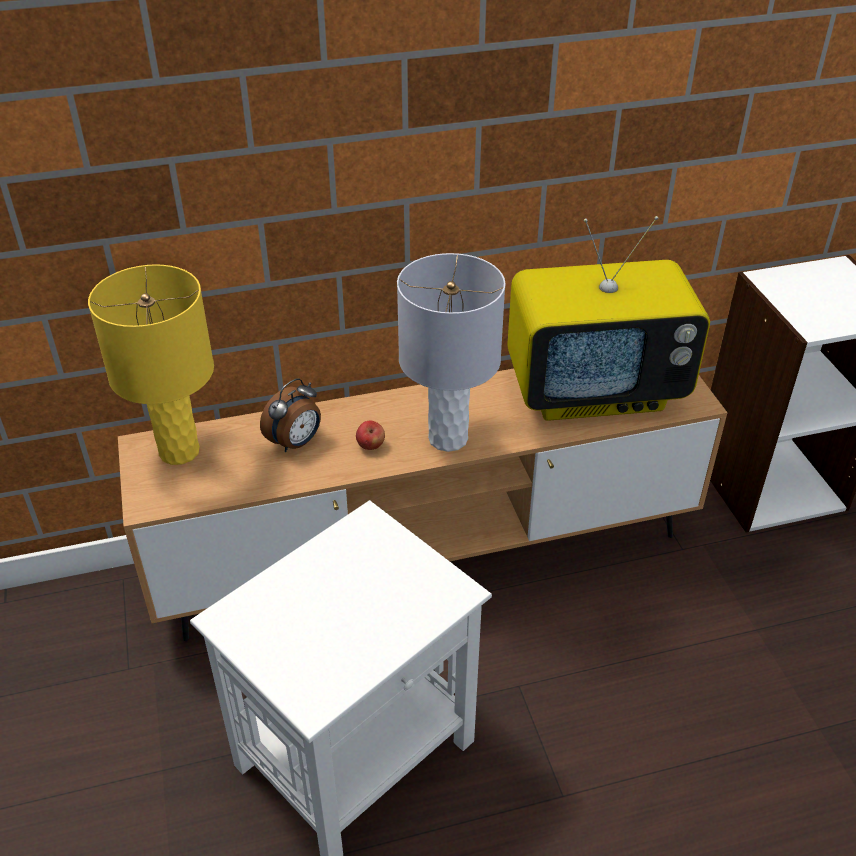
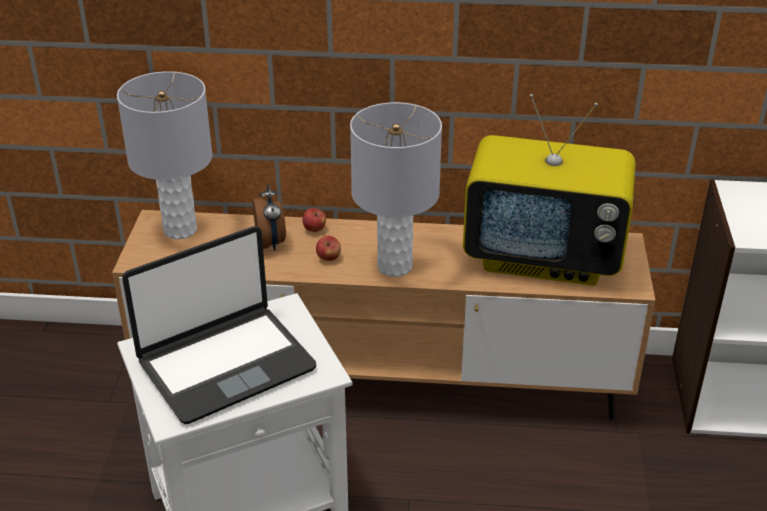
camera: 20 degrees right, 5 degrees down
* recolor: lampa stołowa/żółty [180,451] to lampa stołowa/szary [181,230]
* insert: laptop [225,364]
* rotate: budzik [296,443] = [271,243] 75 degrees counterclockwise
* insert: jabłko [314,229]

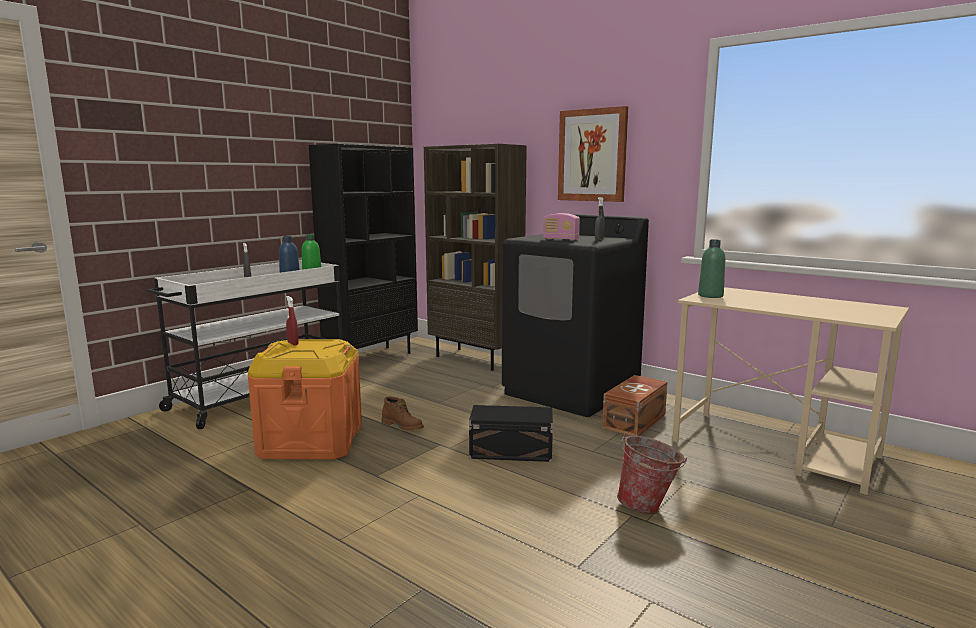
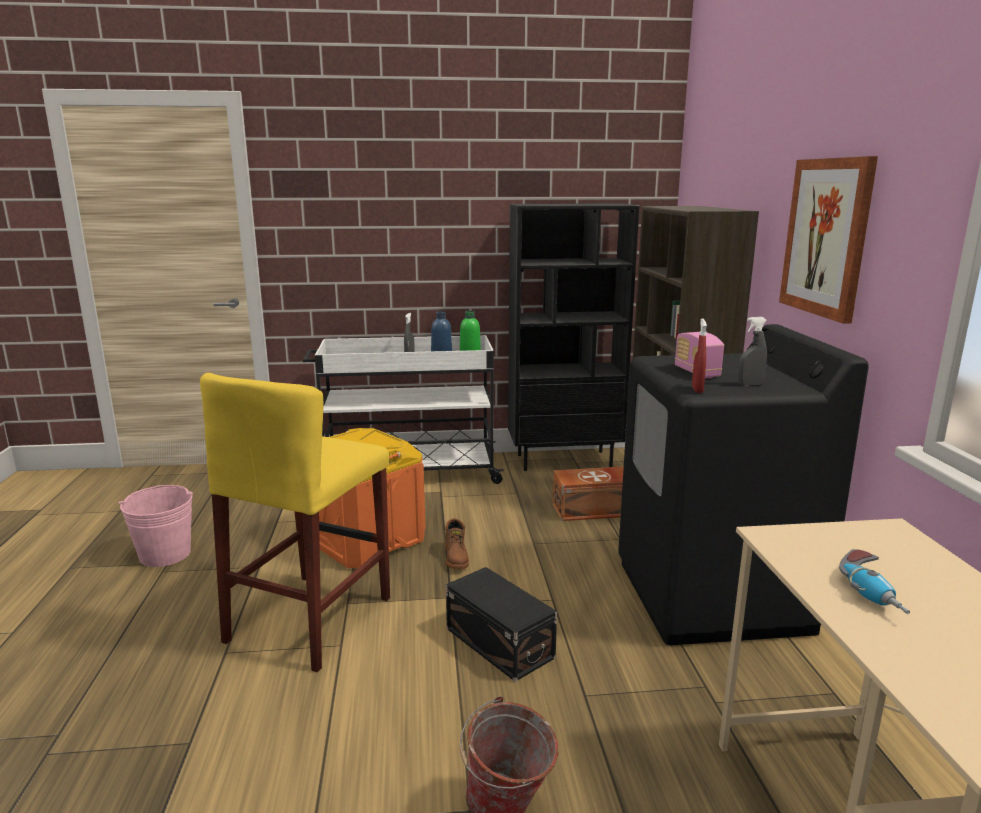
camera: 45 degrees right, 5 degrees up
* insert: wiadro/różowy [165,554]
* insert: stołek/żółty [310,619]
* move: pojemnik do przechowywania/brązowy [636,421] to [594,510]
* move: spryskiwacz/czerwony [293,343] to [697,389]
* insert: wiertarka [874,592]
* delete: butelka/zielony [710,296]

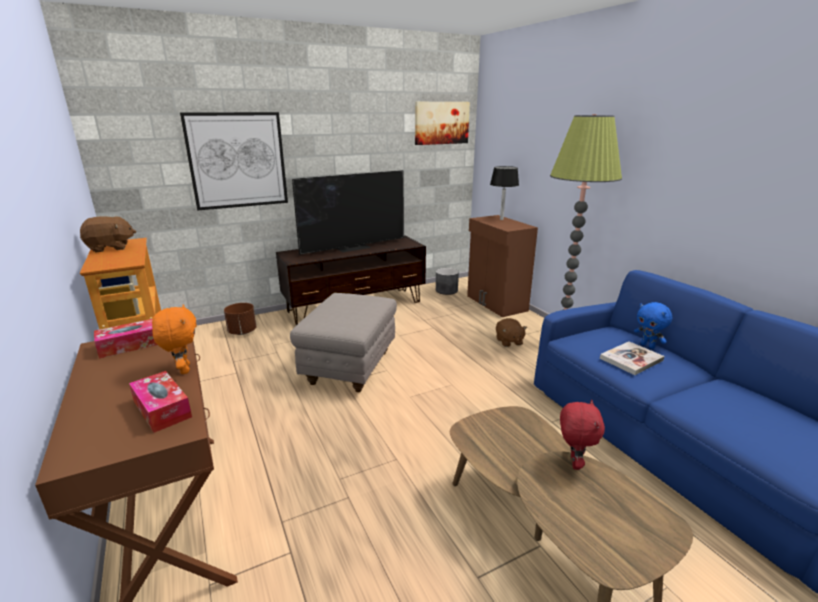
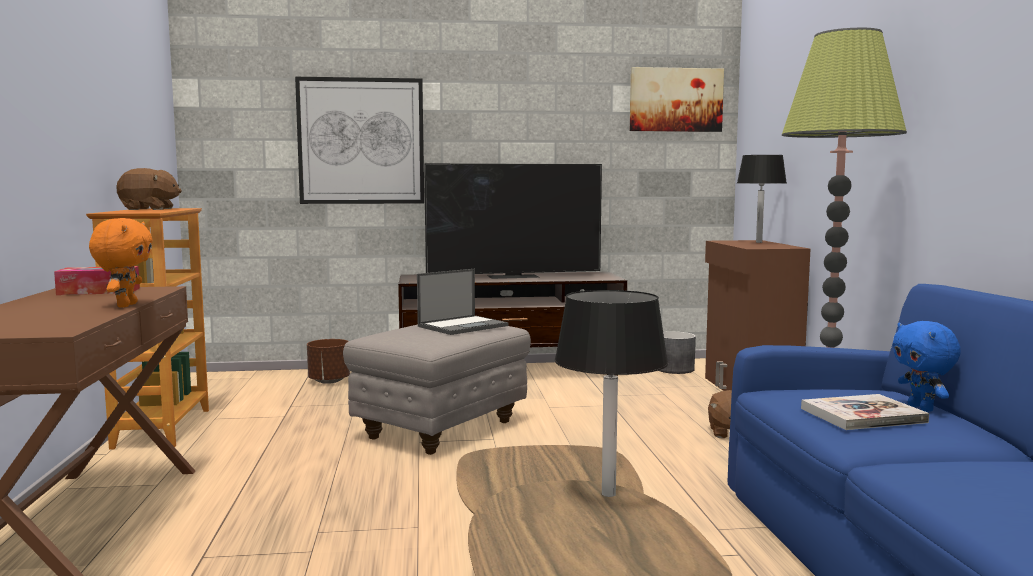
camera: 20 degrees right, 15 degrees down
* insert: laptop [463,326]
* replace: pluszak/czerwony [573,462] to lampa stołowa/czarny [608,494]
* delete: pudełko chusteczek [162,409]

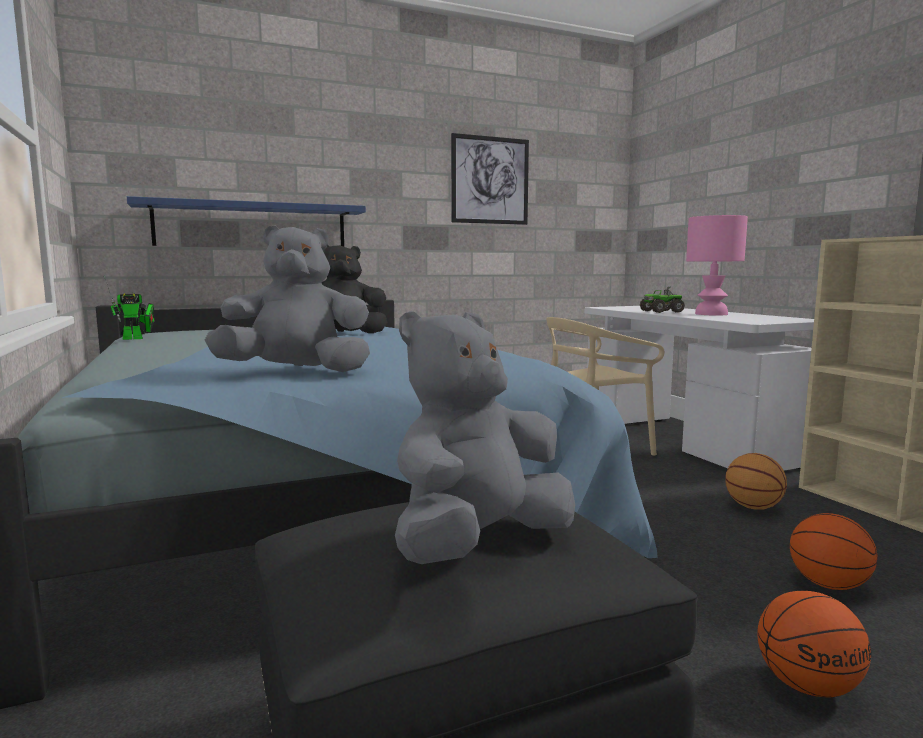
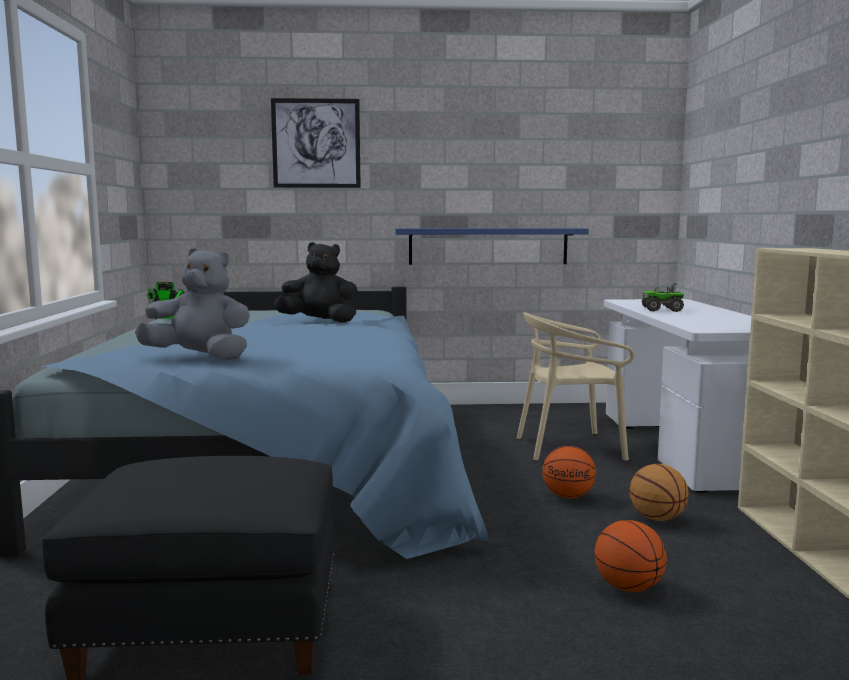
camera: 20 degrees right, 0 degrees up
* move: obraz [490,180] to [316,143]
* move: półka/niebieski [252,226] to [488,246]
* move: piłka do koszykówki [808,686] to [568,496]
* delete: pluszak/szary [478,543]
* delete: lampa stołowa/różowy [711,314]

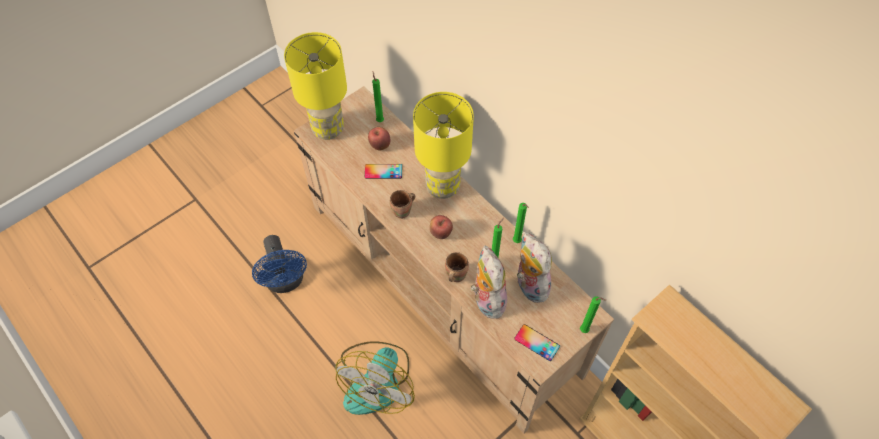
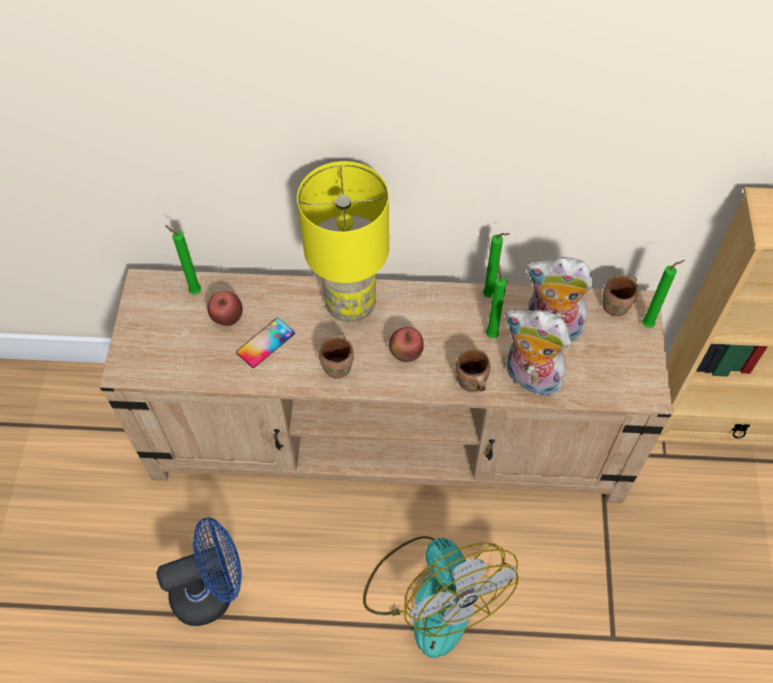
camera: 45 degrees left, 0 degrees up
* rotate: wentylator/niebieski [286,282] = [212,591] 45 degrees counterclockwise
* insert: kubek/brązowy [617,306]
* delete: lampa stołowa/żółty [328,130]
* delete: telefon [537,342]

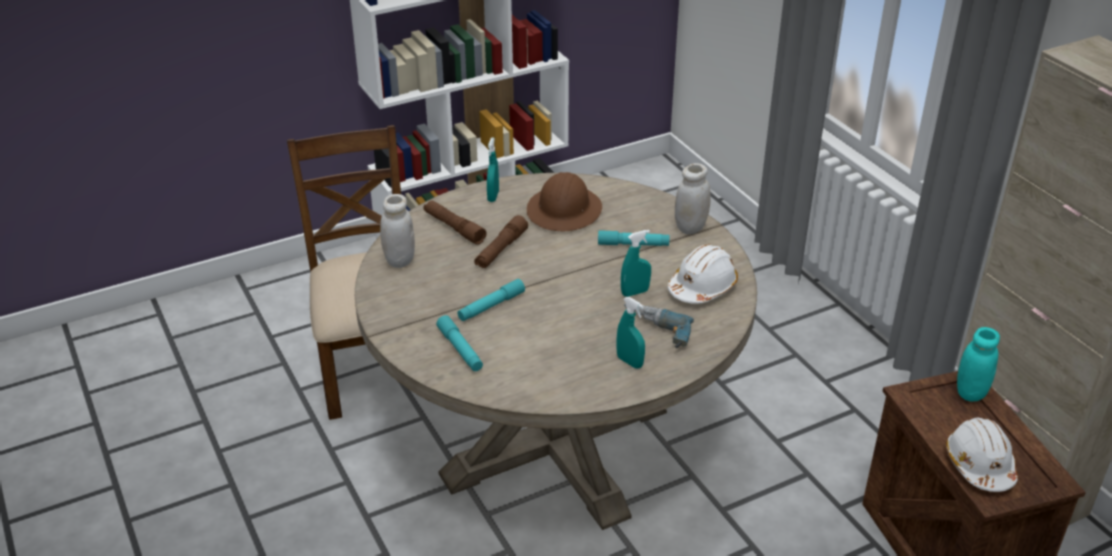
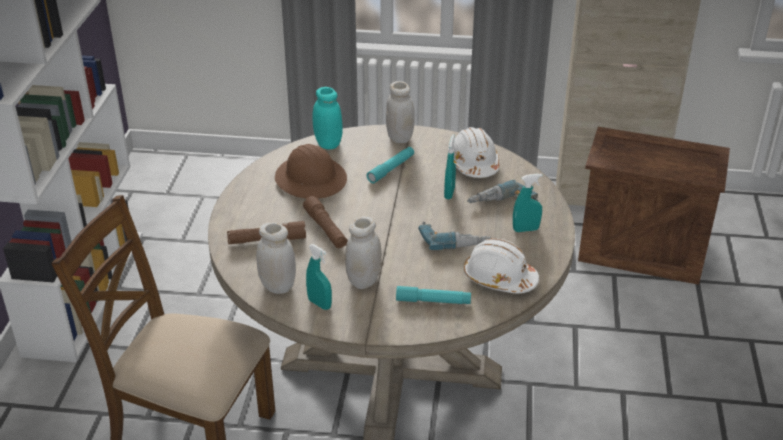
camera: 55 degrees left, 0 degrees up
* move: spryskiwacz/turkusowy [493,196] to [319,304]
* move: słoik/turkusowy [970,392] to [328,144]
* insert: słoik/biały [364,280]
* insert: wiertarka [454,240]
* move: kask/biały [979,465] to [499,278]
* delete: latarka/turkusowy [491,306]

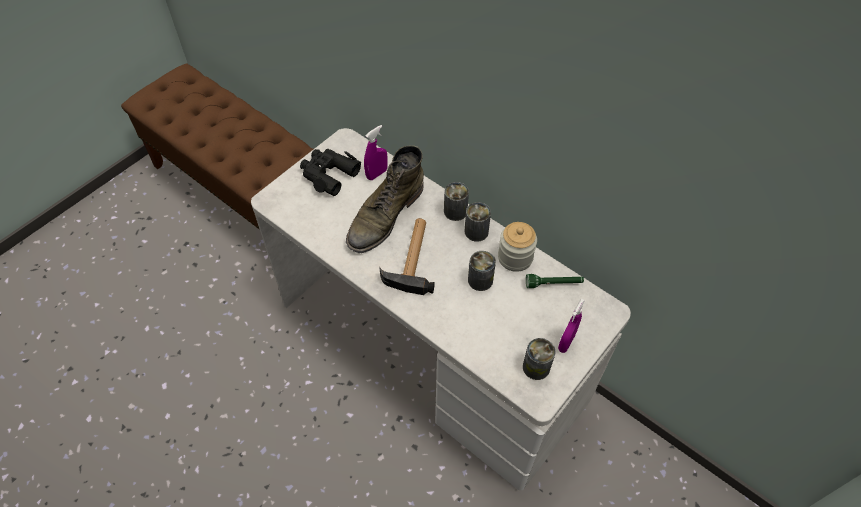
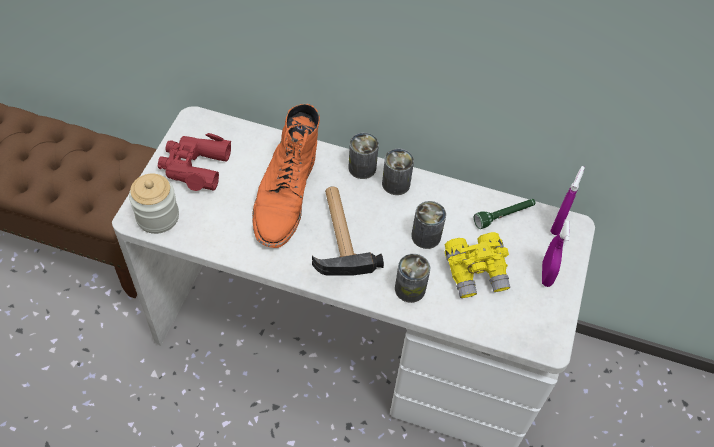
camera: 25 degrees left, 0 degrees up
* move: słoik [515,257] to [158,217]
* recolor: lornetka/czarny [328,174] to lornetka/czerwony [194,166]
* recolor: but z cholewką/zielony [385,216] to but z cholewką/pomarańczowy [285,196]
* move: puszka [536,367] to [410,289]
* insert: lornetka/żółty [476,272]
* move: spryskiwacz/fioletowy [377,174] to [558,224]

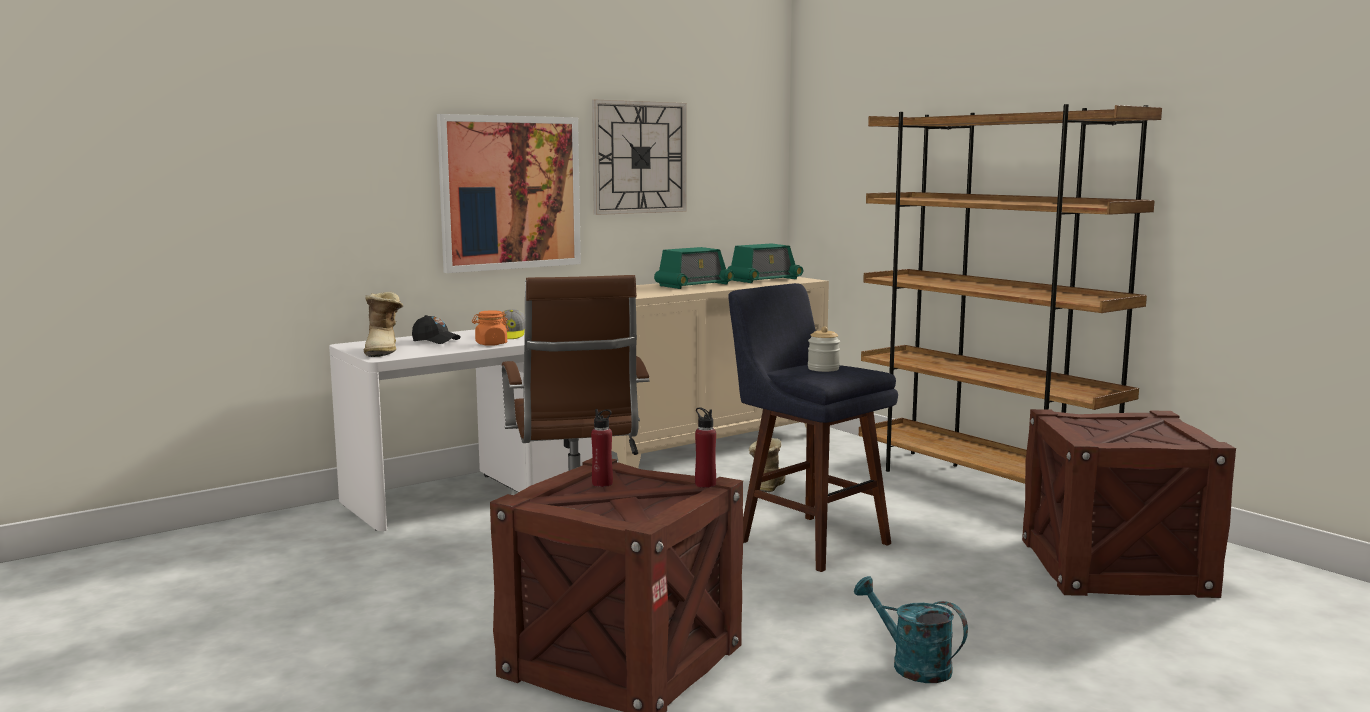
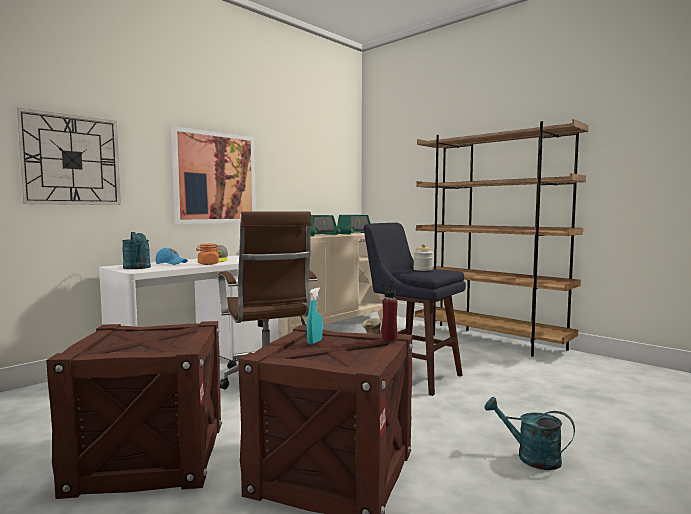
camera: 10 degrees left, 5 degrees down
* move: zegar ścienny [639,157] to [71,160]
* move: skrzynka [1114,567] to [149,457]
* replace: but z cholewką [384,350] to konewka/turkusowy [138,268]
* recolor: czapka z daszkiem/czarny [435,341] to czapka z daszkiem/niebieski [171,263]
* replace: butelka/czerwony [602,483] to spryskiwacz/turkusowy [314,342]

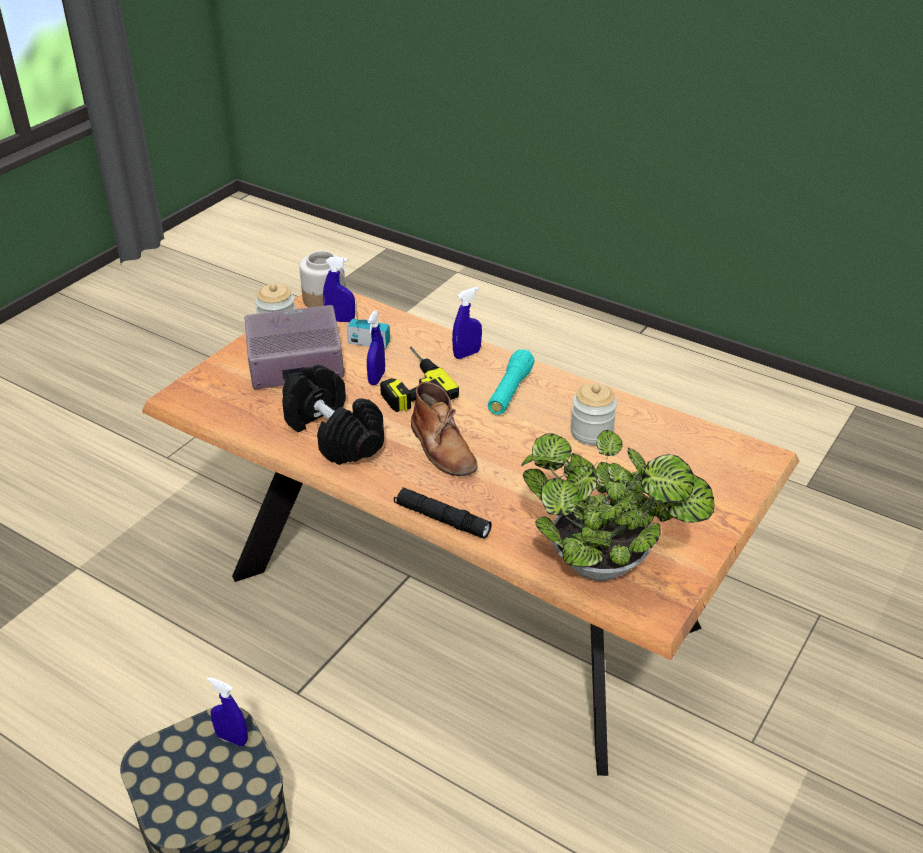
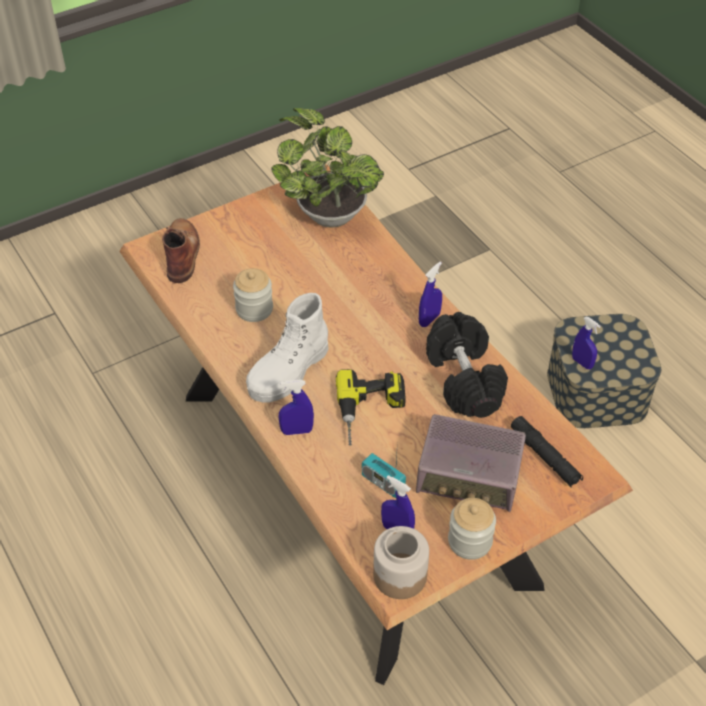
camera: 155 degrees left, 10 degrees up
* move: but z cholewką/brązowy [442,448] to [182,252]
* replace: latarka/turkusowy [510,392] to but z cholewką/biały [289,372]
* move: spryskiwacz/niebieski [376,378] to [429,319]
* move: latarka/czarny [442,519] to [545,456]

